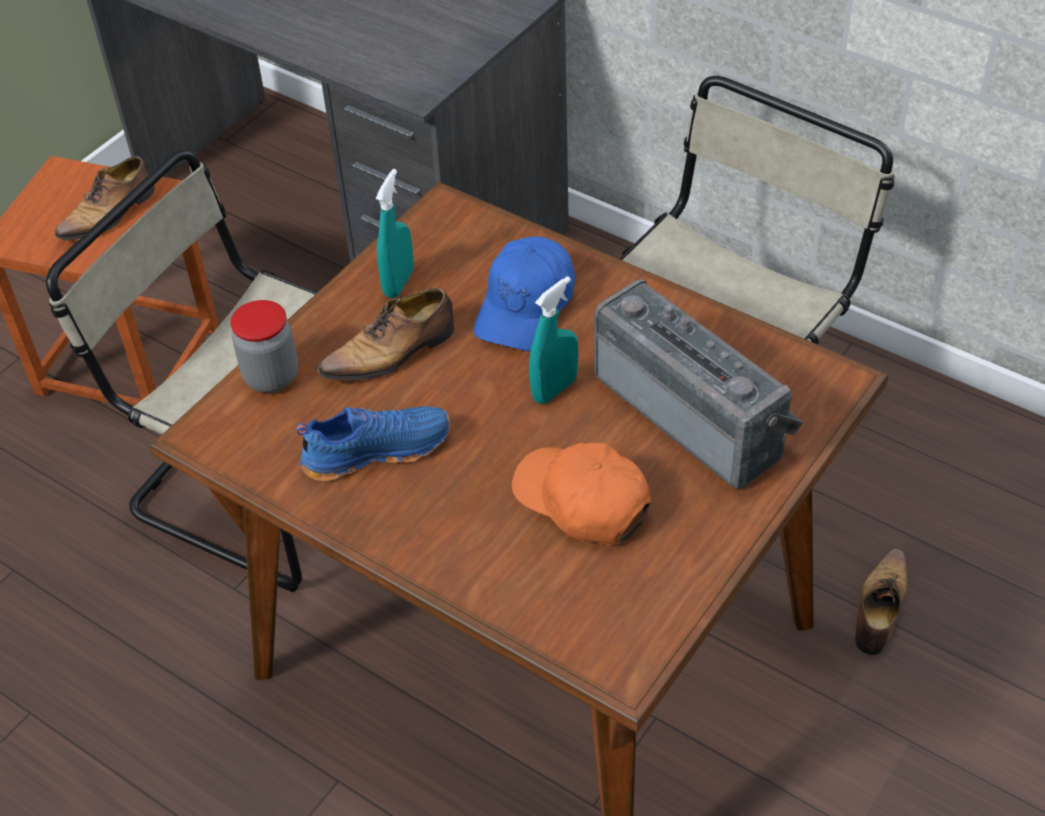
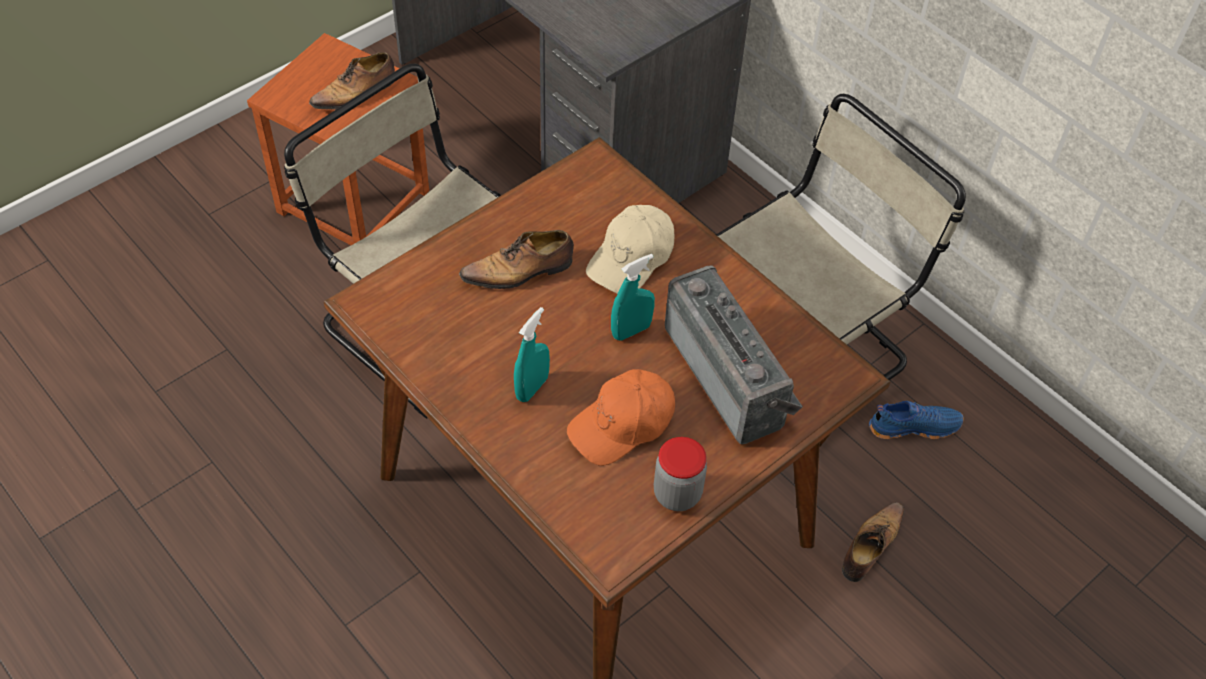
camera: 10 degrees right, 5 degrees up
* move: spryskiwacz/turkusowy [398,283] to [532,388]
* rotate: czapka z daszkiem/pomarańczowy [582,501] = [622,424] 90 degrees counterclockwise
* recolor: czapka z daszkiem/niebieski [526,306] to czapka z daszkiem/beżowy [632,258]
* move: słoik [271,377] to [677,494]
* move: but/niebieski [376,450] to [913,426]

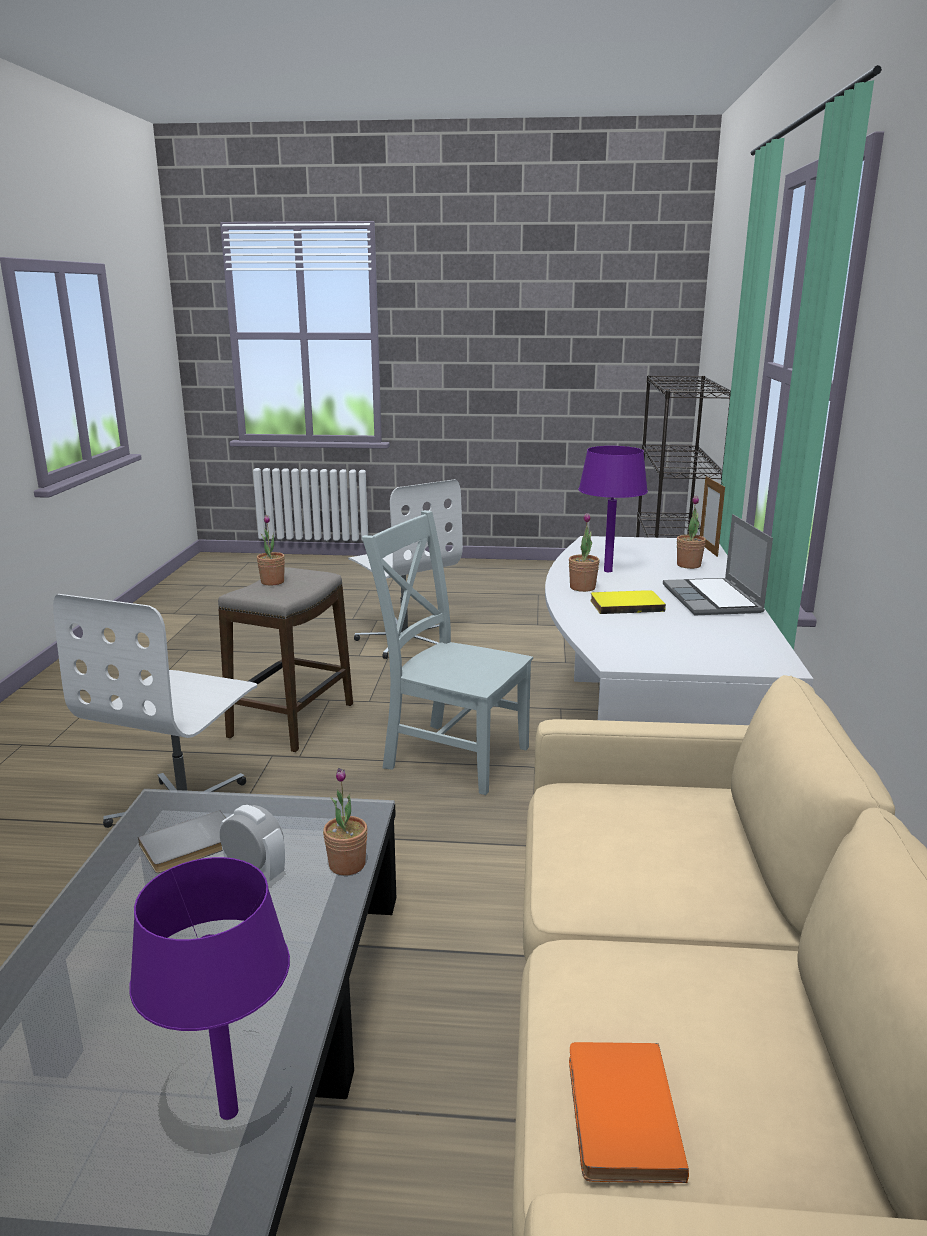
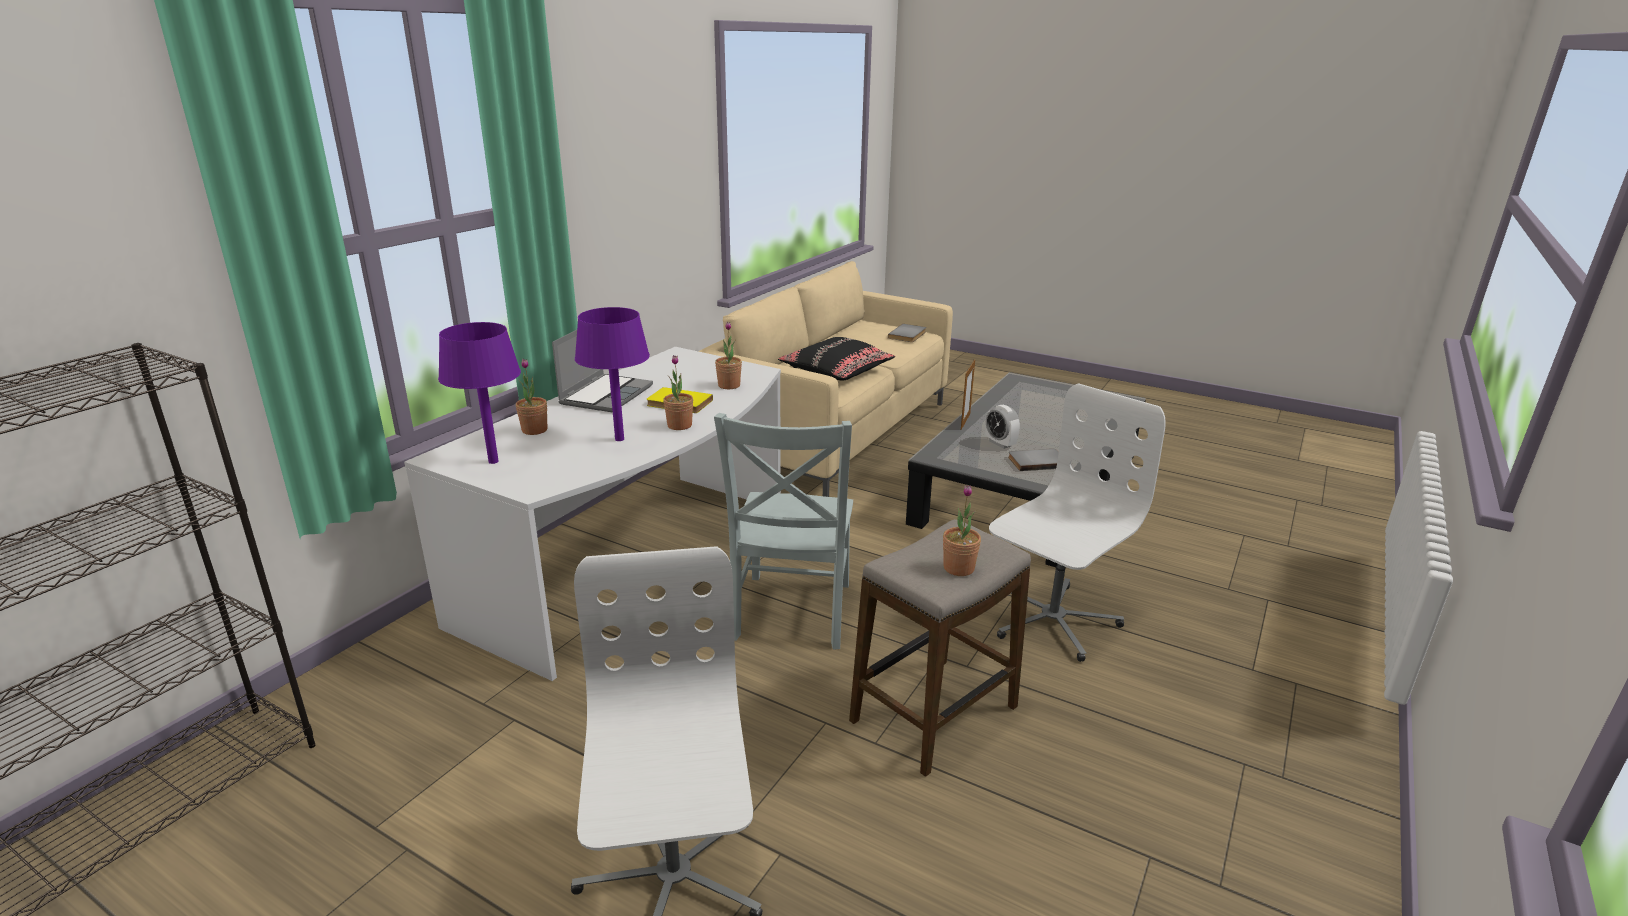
camera: 155 degrees left, 5 degrees up
* move: lampa stołowa/fioletowy [229,1111] to [493,461]
* rotate: krzesło/szary [451,755] = [791,614] 45 degrees clockwise
* move: roślina doniczkowa [347,865] to [729,385]
* insert: poduszka/czarny [836,370]
* recolor: książka/pomarańczowy [617,1114] to książka/szary [908,335]
* move: ramka na zdjęcie [708,549] to [965,421]

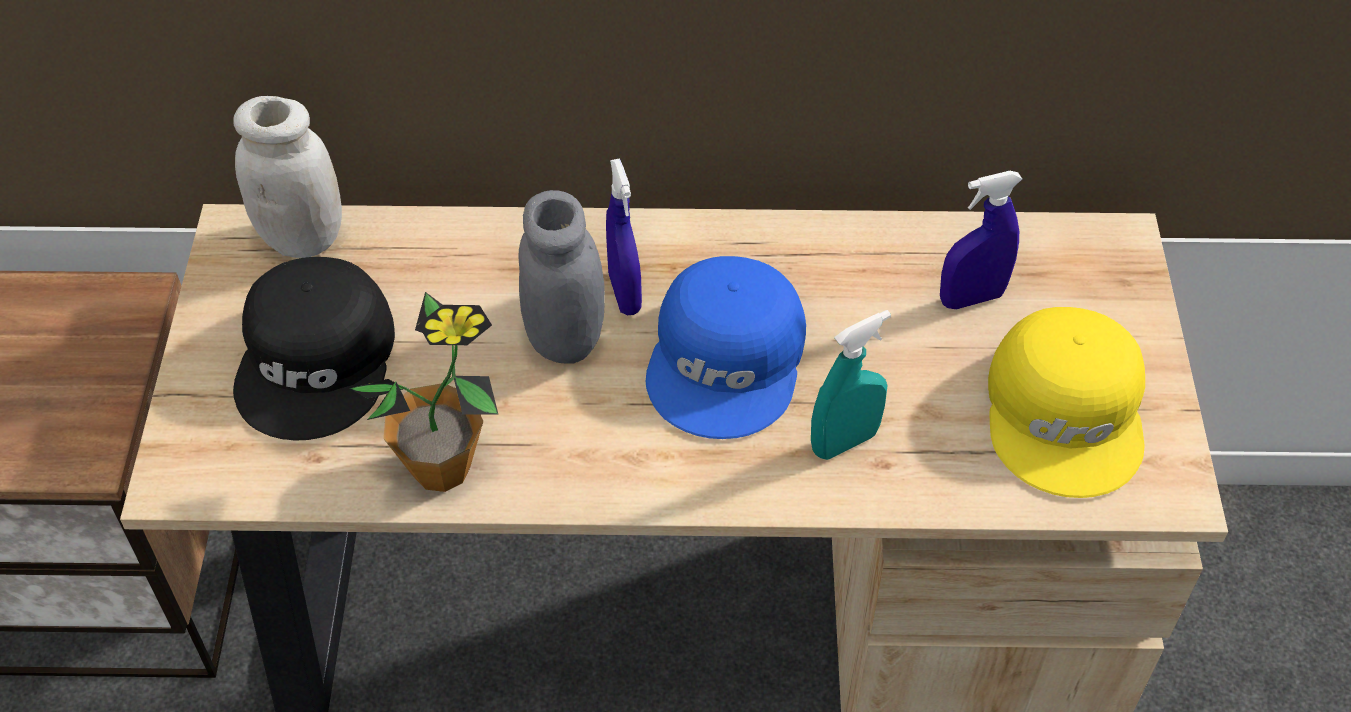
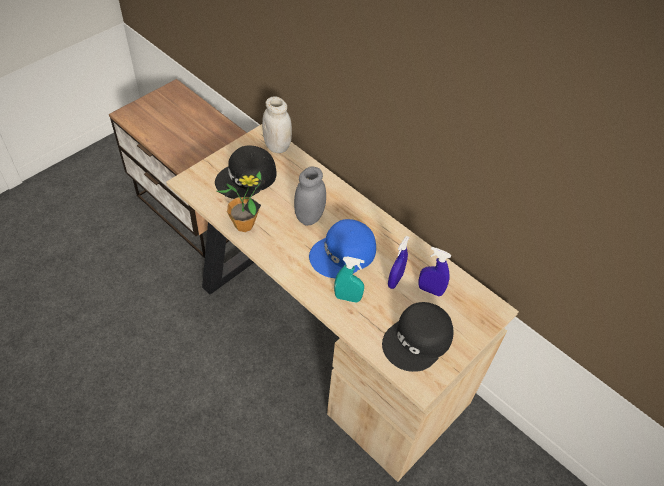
camera: 40 degrees right, 0 degrees up
* recolor: czapka z daszkiem/żółty [1067,413] to czapka z daszkiem/czarny [418,341]
* move: spryskiwacz/niebieski [624,293] to [395,280]

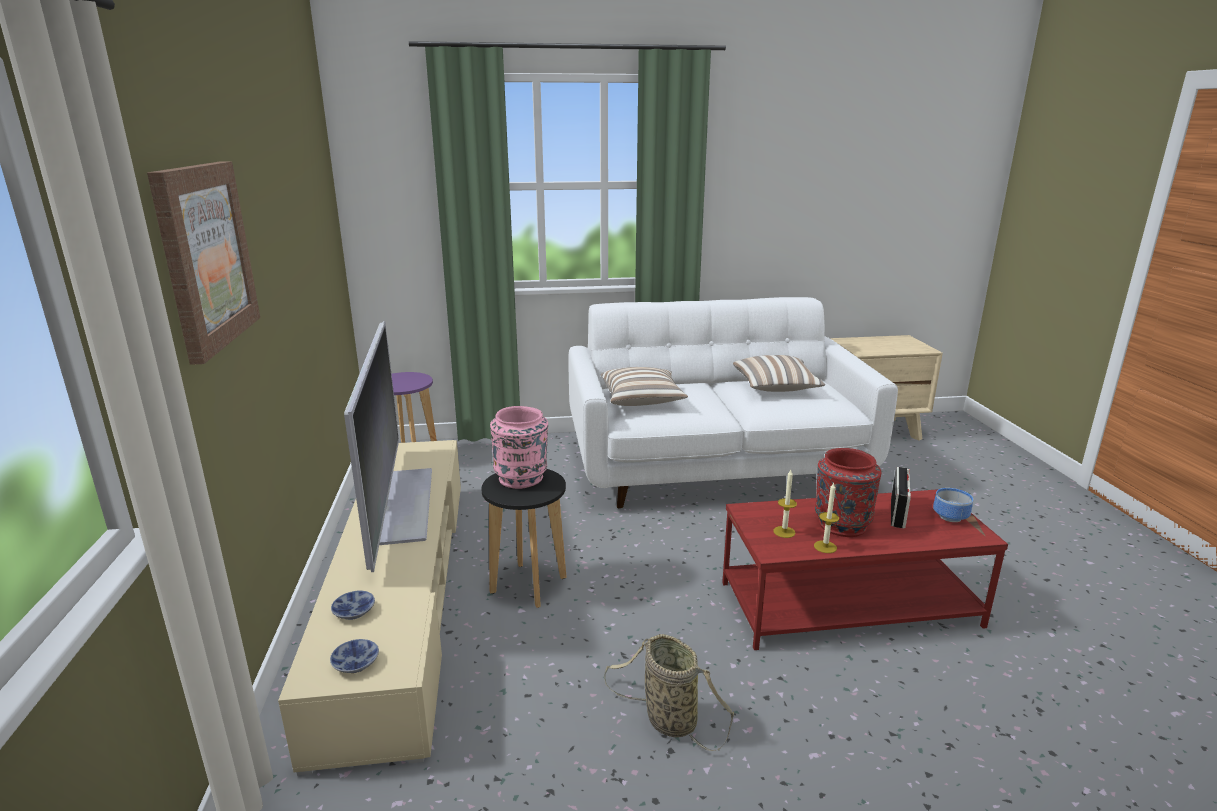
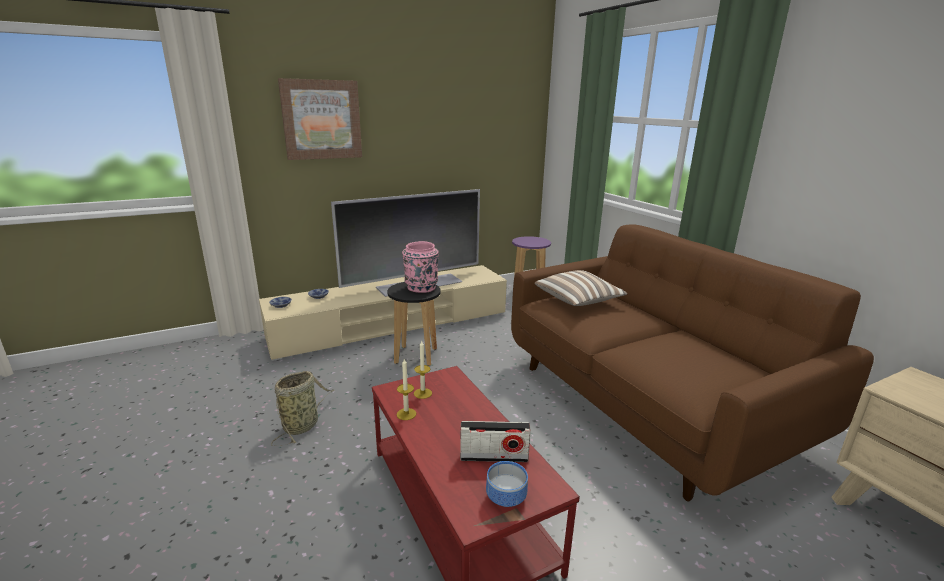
camera: 70 degrees right, 0 degrees up
* recolor: kanapa/biały [715,467] to kanapa/brązowy [645,404]
* delete: poduszka [776,388]
* delete: wazon/czerwony [841,524]

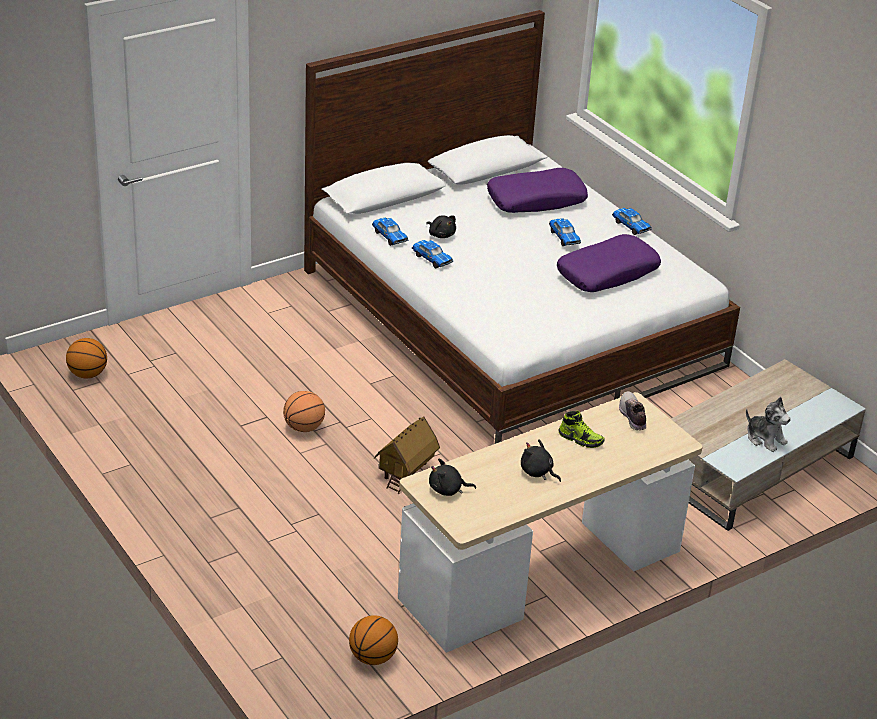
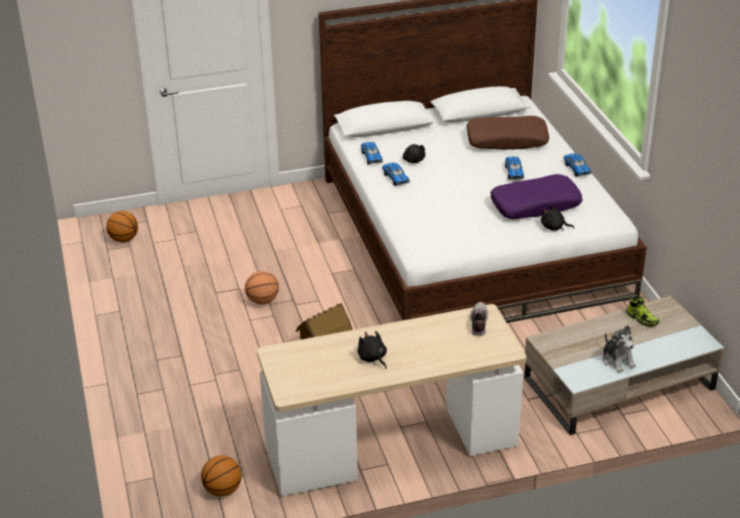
camera: 20 degrees right, 0 degrees up
* recolor: poduszka/fioletowy [536,200] to poduszka/brązowy [507,140]
* move: pluszak/czarny [448,490] to [554,227]
* move: but [580,439] to [642,319]

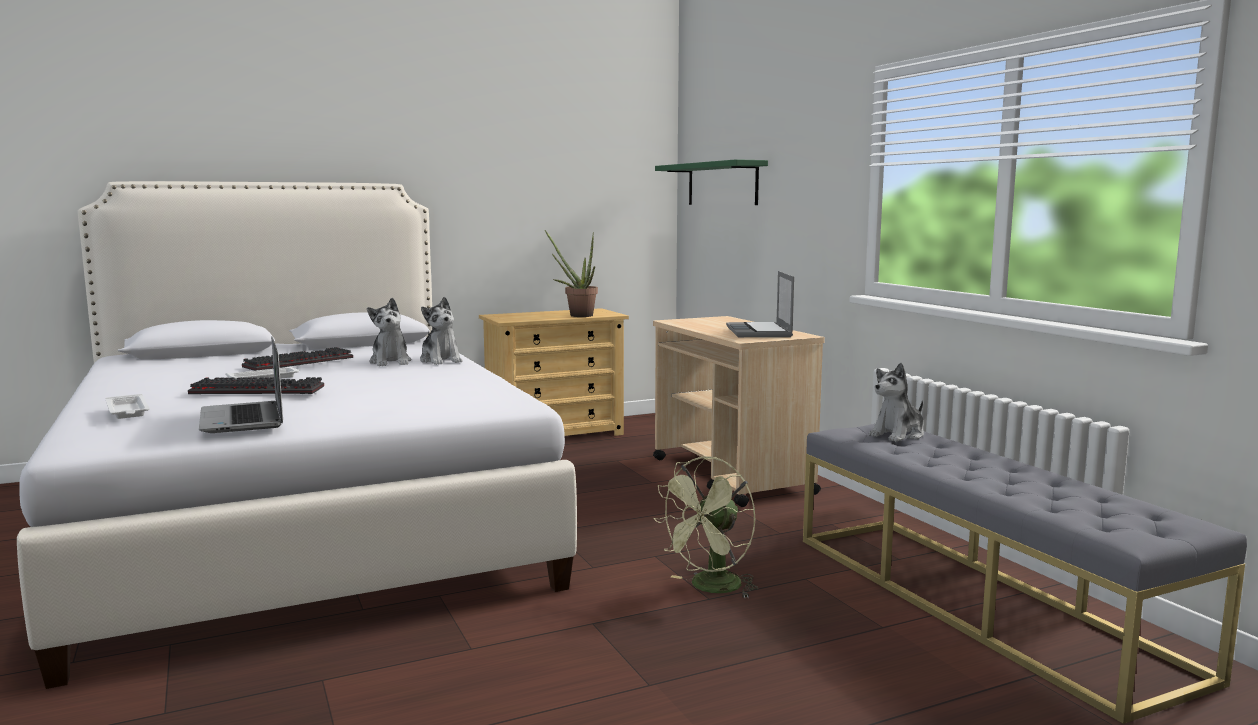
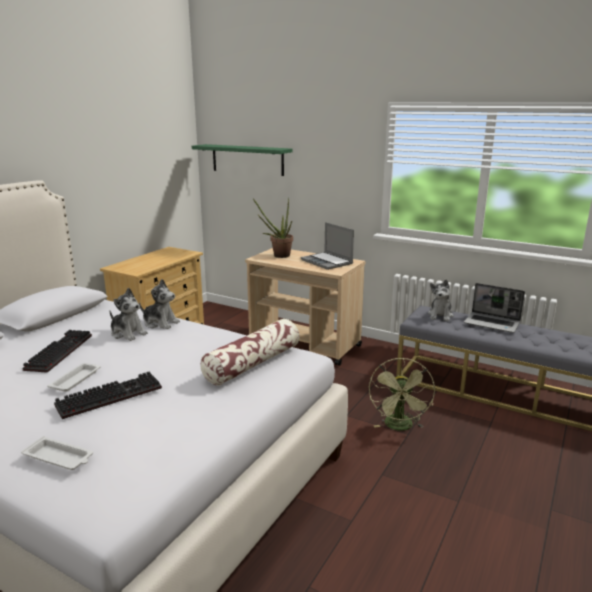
camera: 35 degrees left, 10 degrees up
* insert: poduszka [253,363]
* move: roślina doniczkowa [576,315] to [278,255]
* move: laptop [244,420] to [492,323]

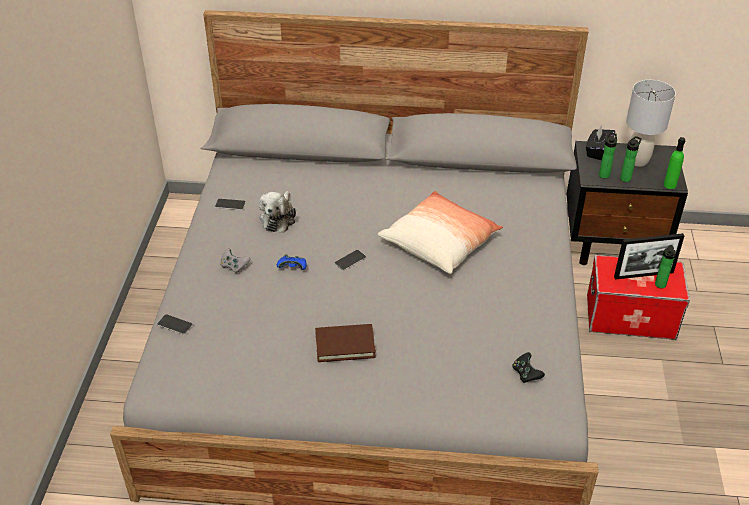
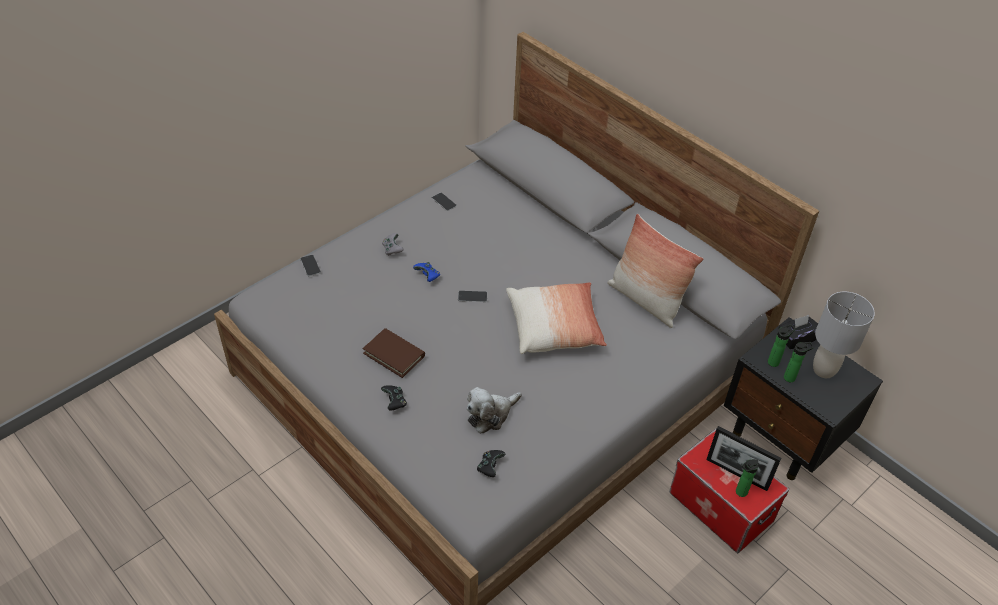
camera: 40 degrees right, 5 degrees up
* insert: pad do gier/czarny [394,402]
* move: pluszak [278,218] to [491,415]
* insert: poduszka [645,300]
* delete: butelka/zielony [670,185]

